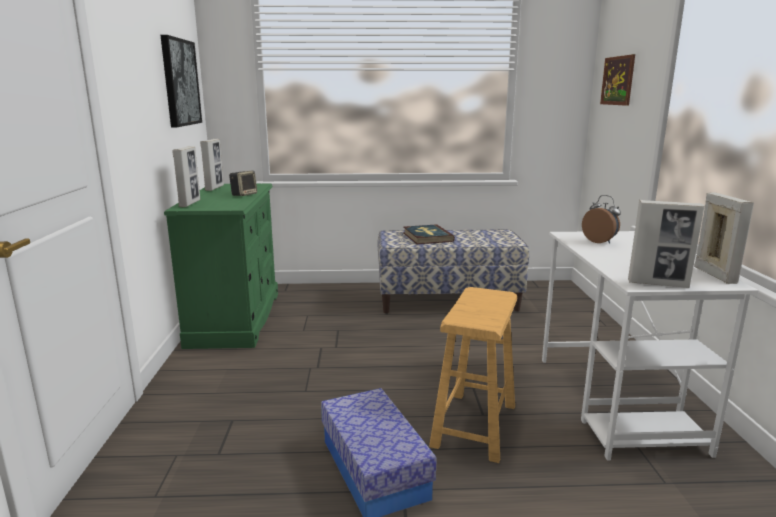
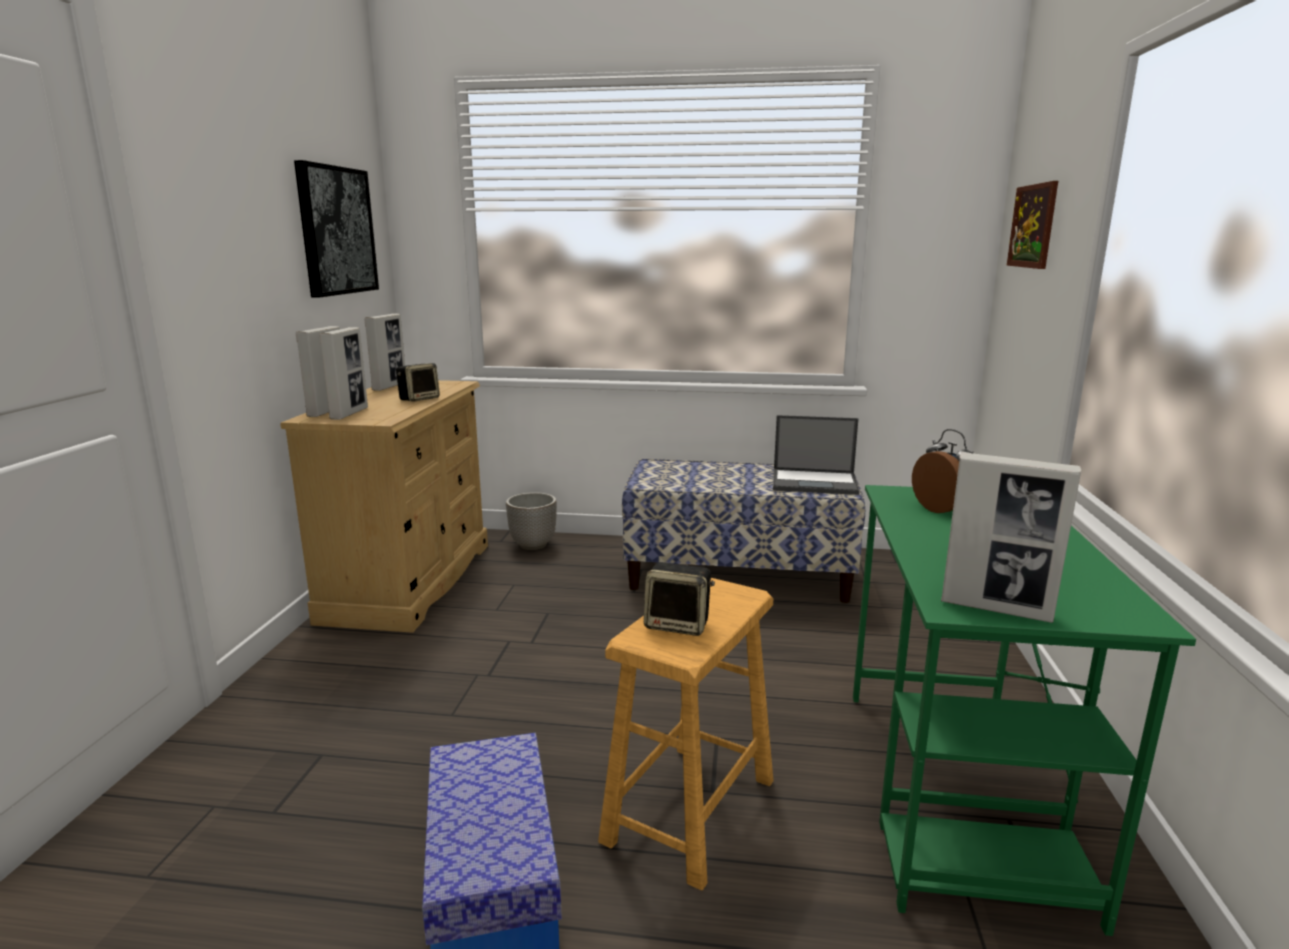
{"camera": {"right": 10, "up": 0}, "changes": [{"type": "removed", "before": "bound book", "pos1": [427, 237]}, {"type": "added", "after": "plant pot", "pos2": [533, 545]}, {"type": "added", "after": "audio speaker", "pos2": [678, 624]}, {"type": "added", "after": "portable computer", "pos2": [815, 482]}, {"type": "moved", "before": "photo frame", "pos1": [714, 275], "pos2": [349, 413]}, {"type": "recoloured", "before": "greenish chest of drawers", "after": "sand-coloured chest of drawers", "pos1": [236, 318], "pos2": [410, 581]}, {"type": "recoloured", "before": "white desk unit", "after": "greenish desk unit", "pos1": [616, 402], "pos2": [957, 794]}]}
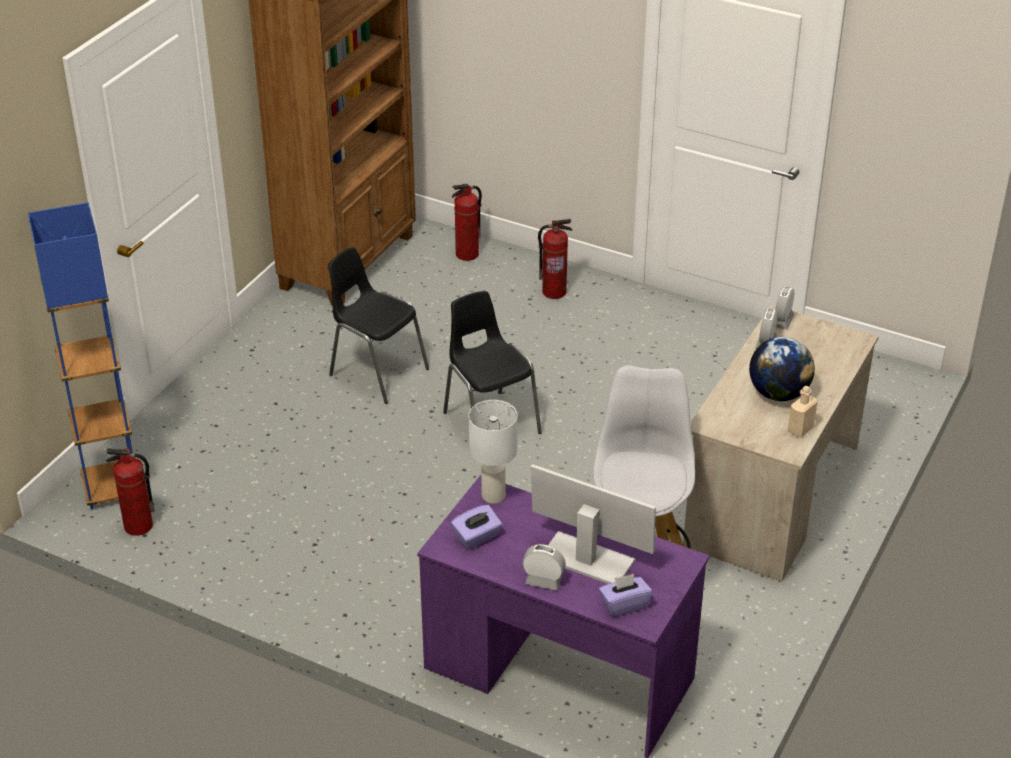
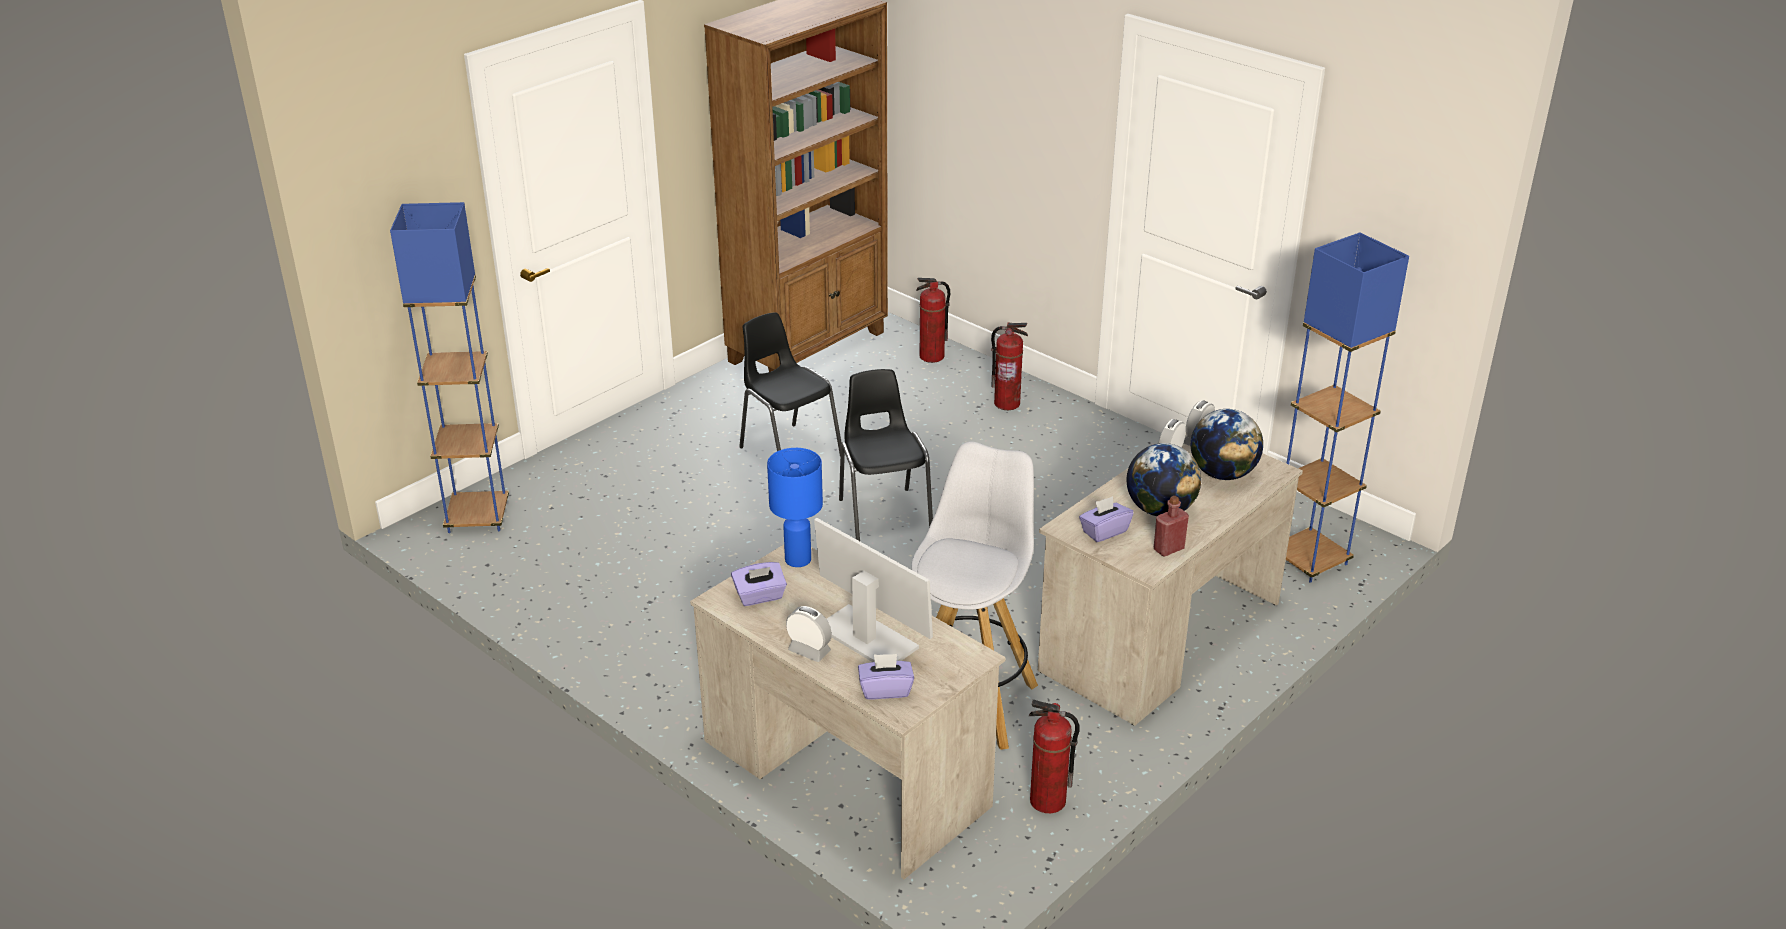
{"camera": {"right": 15, "up": -5}, "changes": [{"type": "added", "after": "purple-coloured box of tissues", "pos2": [1104, 531]}, {"type": "added", "after": "globe", "pos2": [1223, 474]}, {"type": "added", "after": "blue-coloured standing lamp", "pos2": [1309, 560]}, {"type": "moved", "before": "extinguisher", "pos1": [138, 526], "pos2": [1047, 801]}, {"type": "recoloured", "before": "purple-coloured desk unit", "after": "sand-coloured desk unit", "pos1": [558, 673], "pos2": [845, 773]}, {"type": "recoloured", "before": "white lamp for a table", "after": "blue-coloured lamp for a table", "pos1": [493, 496], "pos2": [797, 560]}, {"type": "recoloured", "before": "sand-coloured bottle", "after": "red bottle", "pos1": [800, 430], "pos2": [1168, 549]}]}
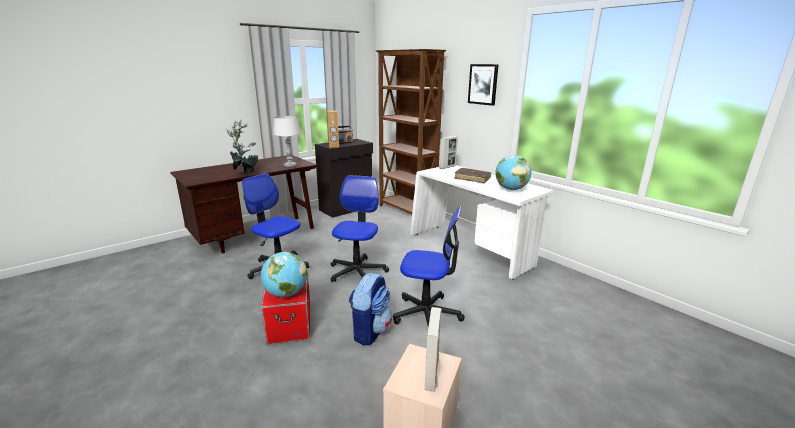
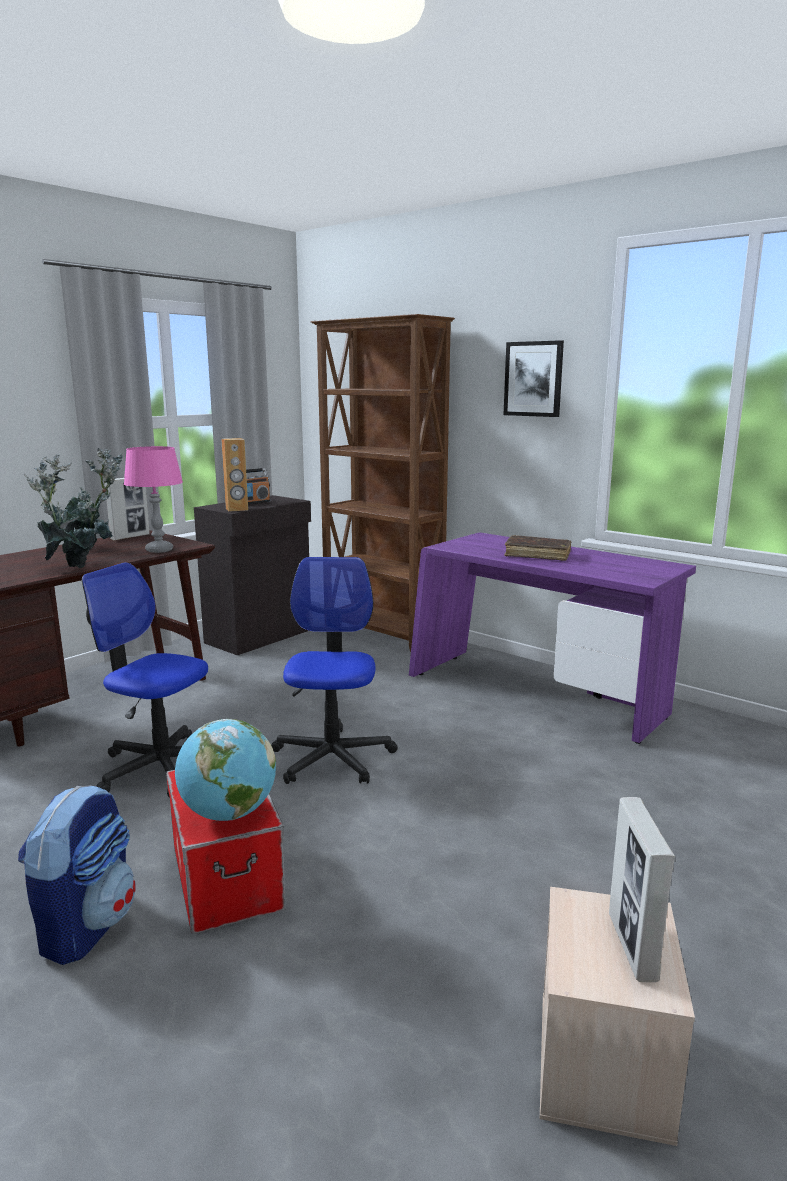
{"camera": {"right": -10, "up": -5}, "changes": [{"type": "removed", "before": "computer chair", "pos1": [427, 315]}, {"type": "removed", "before": "globe", "pos1": [511, 189]}, {"type": "added", "after": "potted plant", "pos2": [96, 548]}, {"type": "moved", "before": "backpack", "pos1": [370, 331], "pos2": [87, 925]}, {"type": "moved", "before": "photo frame", "pos1": [447, 167], "pos2": [130, 537]}, {"type": "recoloured", "before": "gray lamp for a table", "after": "pinkish lamp for a table", "pos1": [290, 166], "pos2": [159, 550]}, {"type": "recoloured", "before": "white desk unit", "after": "purple-coloured desk unit", "pos1": [470, 249], "pos2": [536, 695]}]}
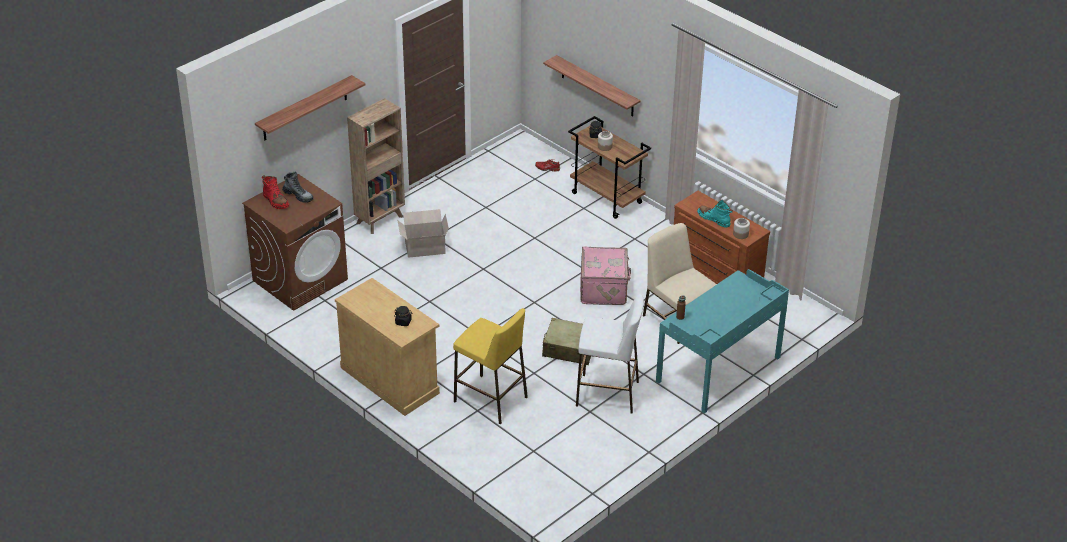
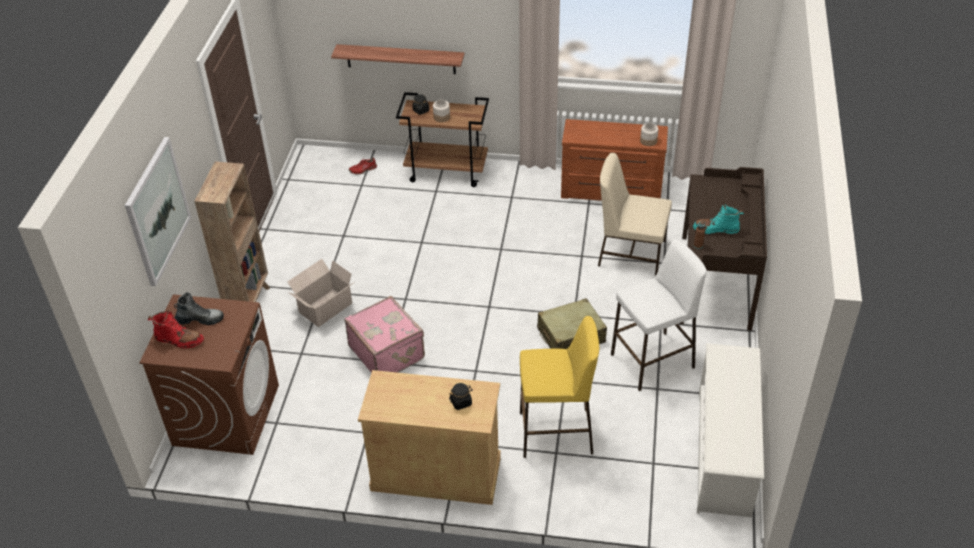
{"camera": {"right": -35, "up": 5}, "changes": [{"type": "added", "after": "white shoe rack", "pos2": [724, 452]}, {"type": "moved", "before": "pinkish travel case", "pos1": [604, 289], "pos2": [387, 352]}, {"type": "moved", "before": "turquoise-coloured boot", "pos1": [714, 219], "pos2": [716, 229]}, {"type": "replaced", "before": "wall shelf", "after": "wall art", "pos1": [305, 108], "pos2": [157, 211]}, {"type": "recoloured", "before": "turquoise-coloured desk unit", "after": "brown-coloured desk unit", "pos1": [719, 370], "pos2": [716, 281]}]}
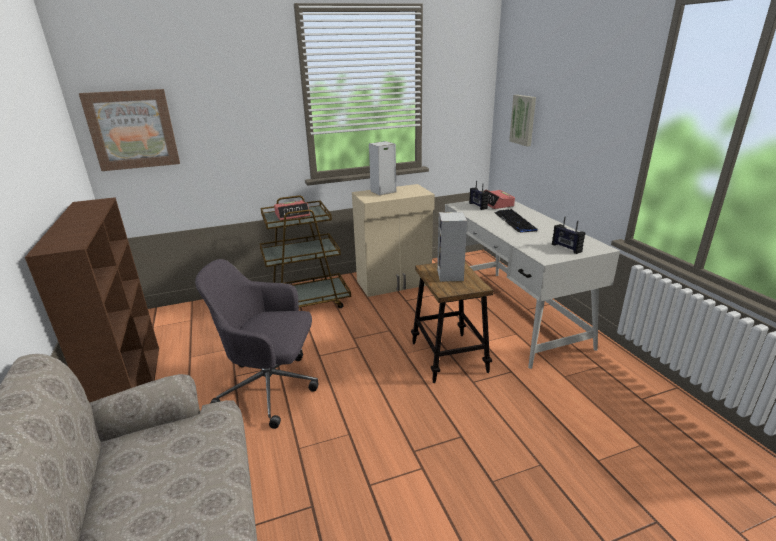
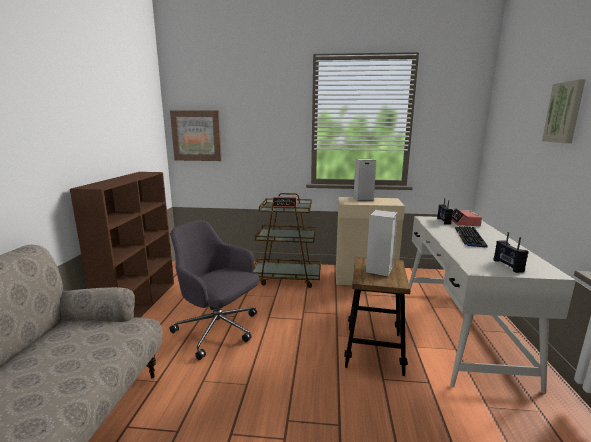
{"camera": {"right": 25, "up": -10}, "changes": [{"type": "moved", "before": "wall art", "pos1": [523, 120], "pos2": [565, 112]}]}
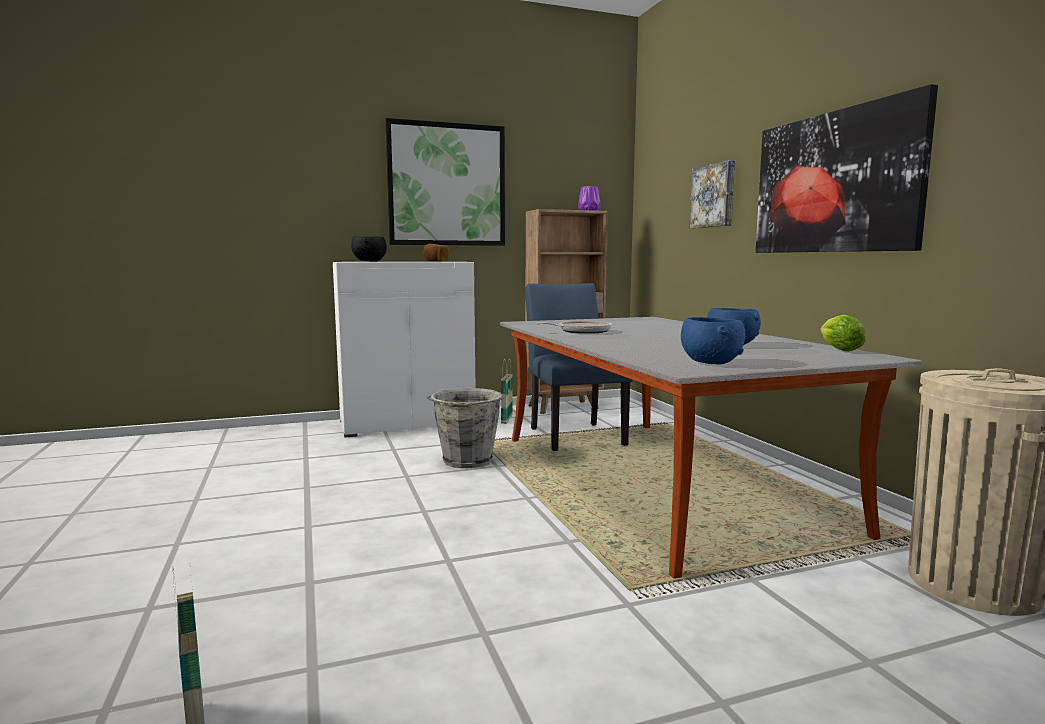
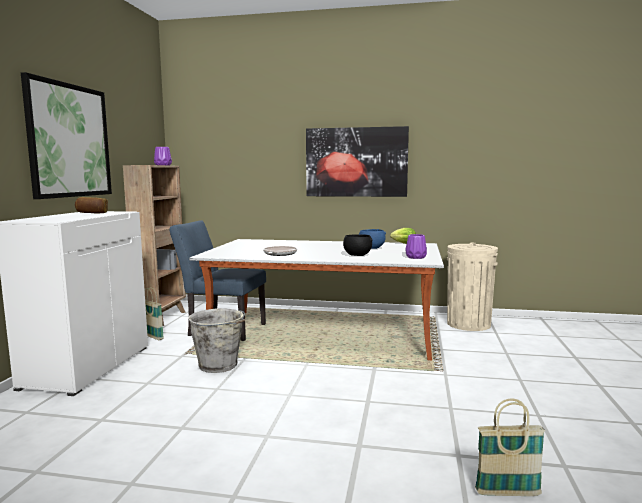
{"camera": {"right": -60, "up": 0}, "changes": [{"type": "removed", "before": "wall art", "pos1": [714, 196]}, {"type": "moved", "before": "blackish serving bowl", "pos1": [369, 261], "pos2": [357, 255]}, {"type": "replaced", "before": "blue-coloured serving bowl", "after": "purple-coloured decorative vase", "pos1": [710, 363], "pos2": [415, 257]}]}
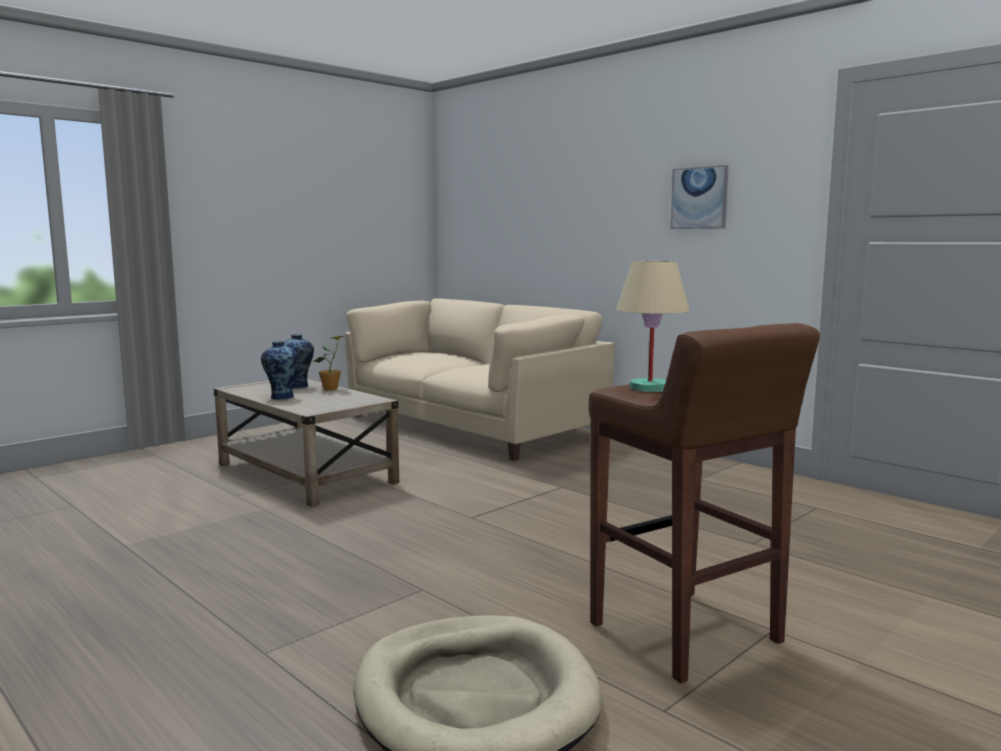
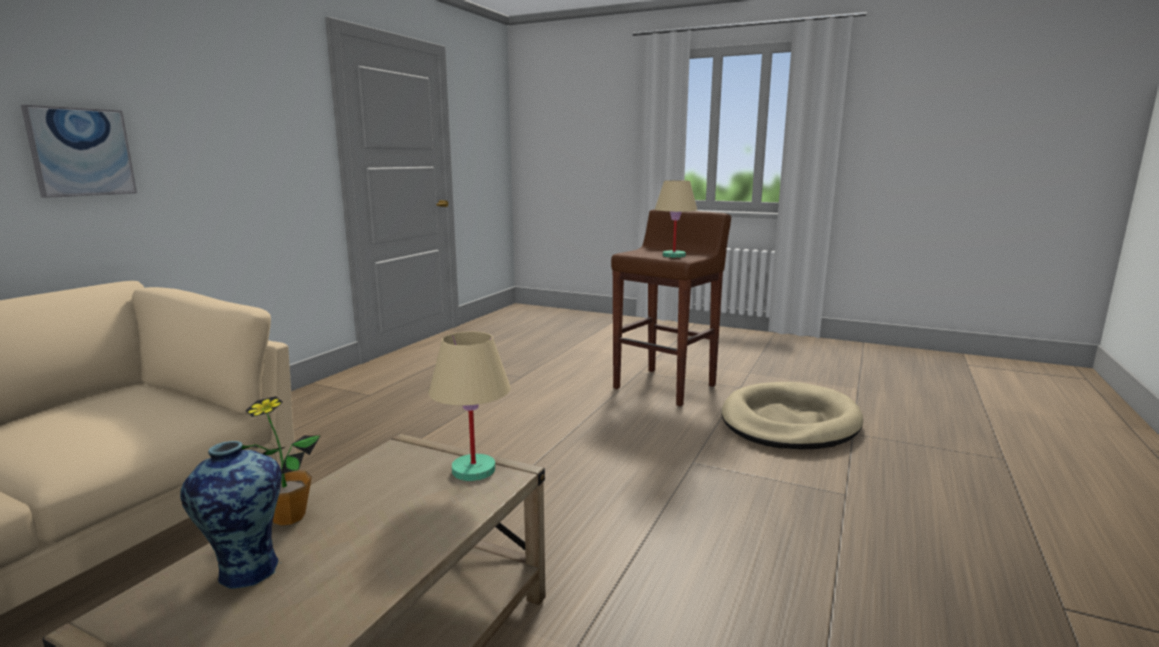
{"camera": {"right": -110, "up": 5}, "changes": [{"type": "removed", "before": "decorative vase", "pos1": [281, 397]}, {"type": "added", "after": "sand-coloured lamp for a table", "pos2": [474, 470]}, {"type": "moved", "before": "wall art", "pos1": [699, 198], "pos2": [81, 152]}]}
